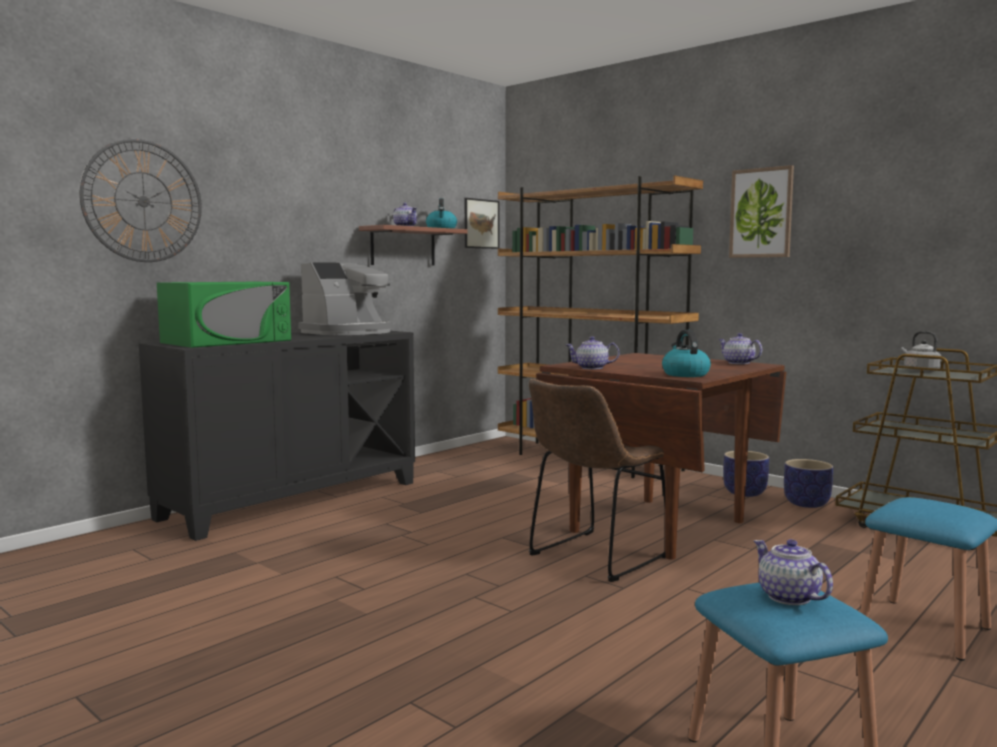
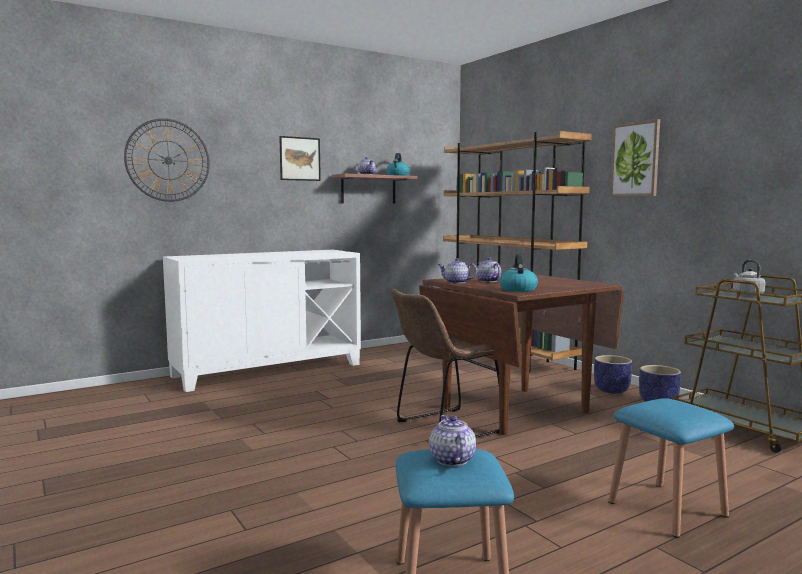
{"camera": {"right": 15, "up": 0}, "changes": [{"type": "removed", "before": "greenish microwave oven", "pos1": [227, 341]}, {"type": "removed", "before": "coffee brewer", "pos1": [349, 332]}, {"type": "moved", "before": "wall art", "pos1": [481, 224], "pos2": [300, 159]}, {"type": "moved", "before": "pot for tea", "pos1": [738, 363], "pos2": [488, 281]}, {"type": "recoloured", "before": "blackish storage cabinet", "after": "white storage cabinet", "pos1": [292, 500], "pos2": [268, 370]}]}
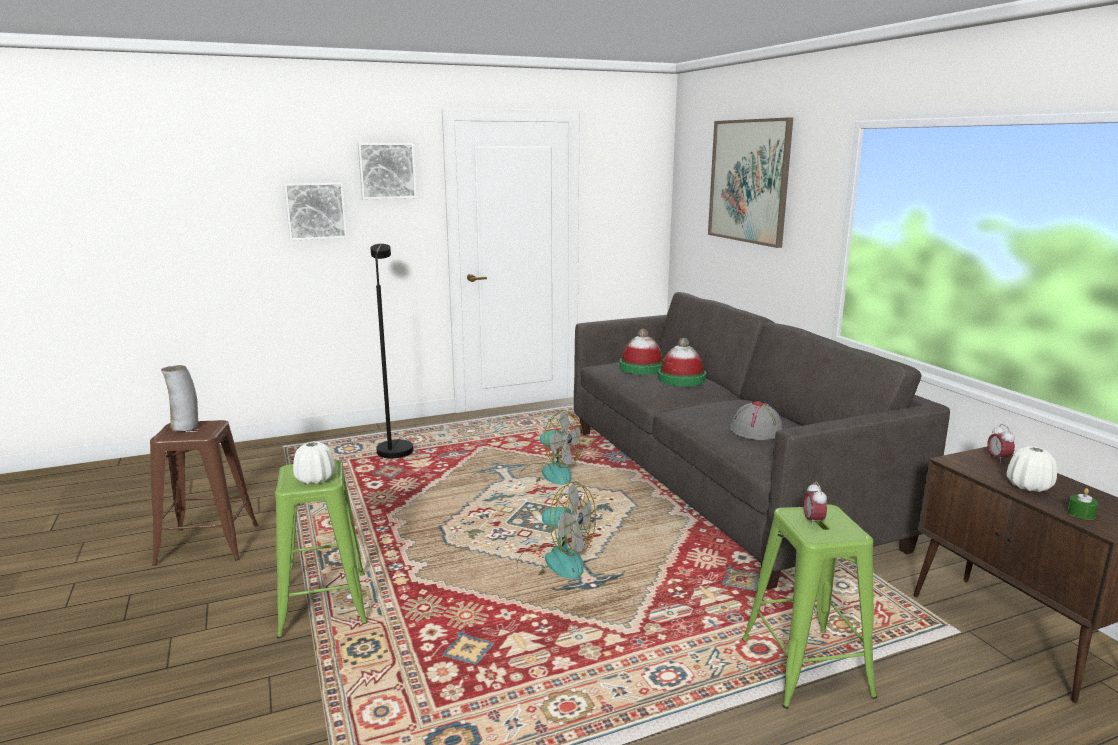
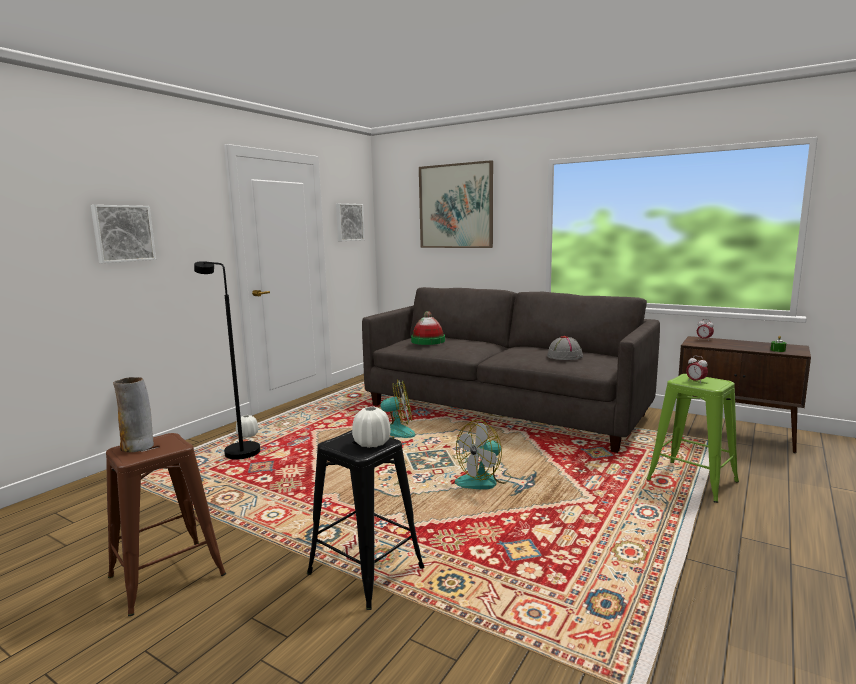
{"camera": {"right": -35, "up": -5}, "changes": [{"type": "removed", "before": "hat", "pos1": [681, 379]}, {"type": "moved", "before": "wall art", "pos1": [387, 170], "pos2": [349, 222]}, {"type": "moved", "before": "white decorative vase", "pos1": [1028, 486], "pos2": [247, 435]}, {"type": "recoloured", "before": "greenish sitting stool", "after": "blackish sitting stool", "pos1": [323, 605], "pos2": [366, 571]}, {"type": "turned", "before": "fan", "pos1": [554, 561], "pos2": [484, 480], "turn": 150}]}
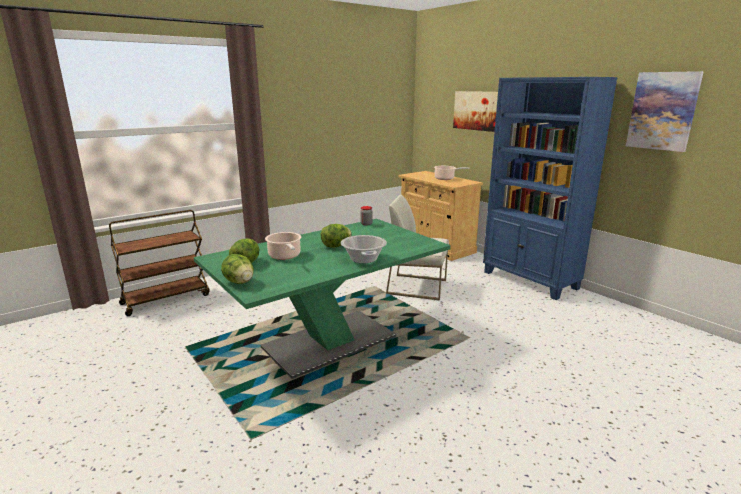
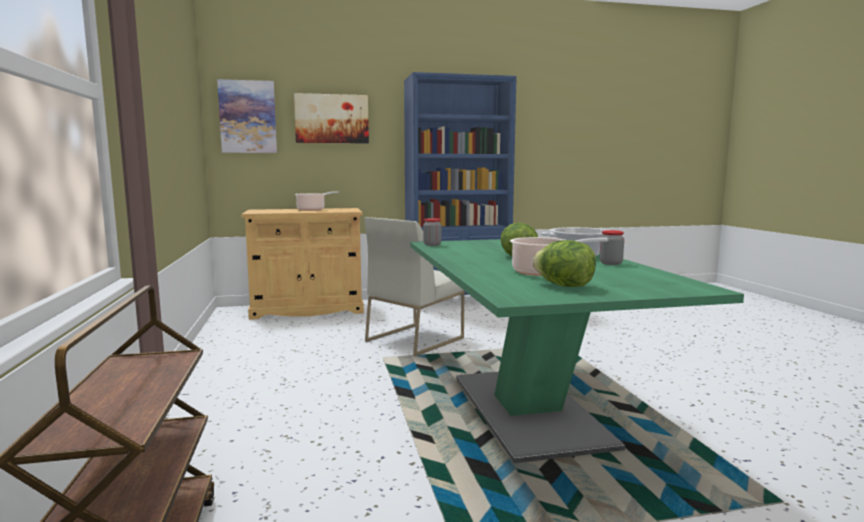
{"camera": {"right": -65, "up": -10}, "changes": [{"type": "removed", "before": "lettuce", "pos1": [239, 282]}, {"type": "added", "after": "storage jar", "pos2": [611, 263]}, {"type": "moved", "before": "wall art", "pos1": [662, 111], "pos2": [248, 117]}]}
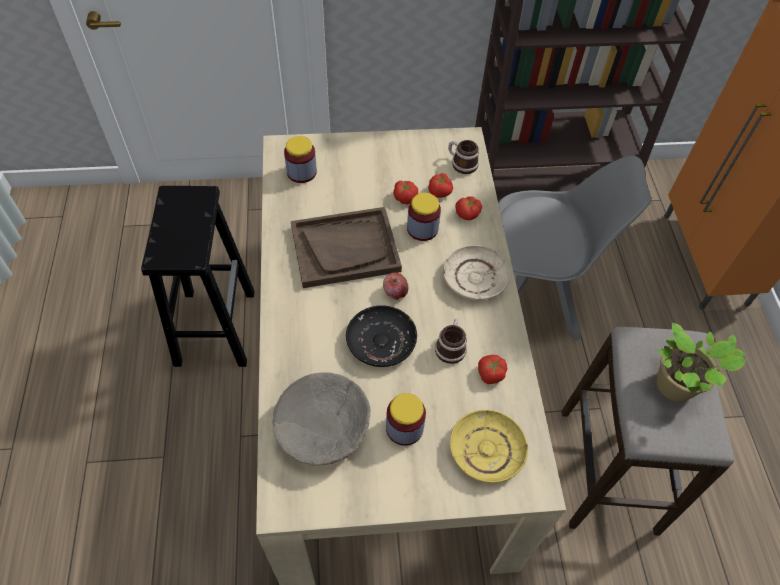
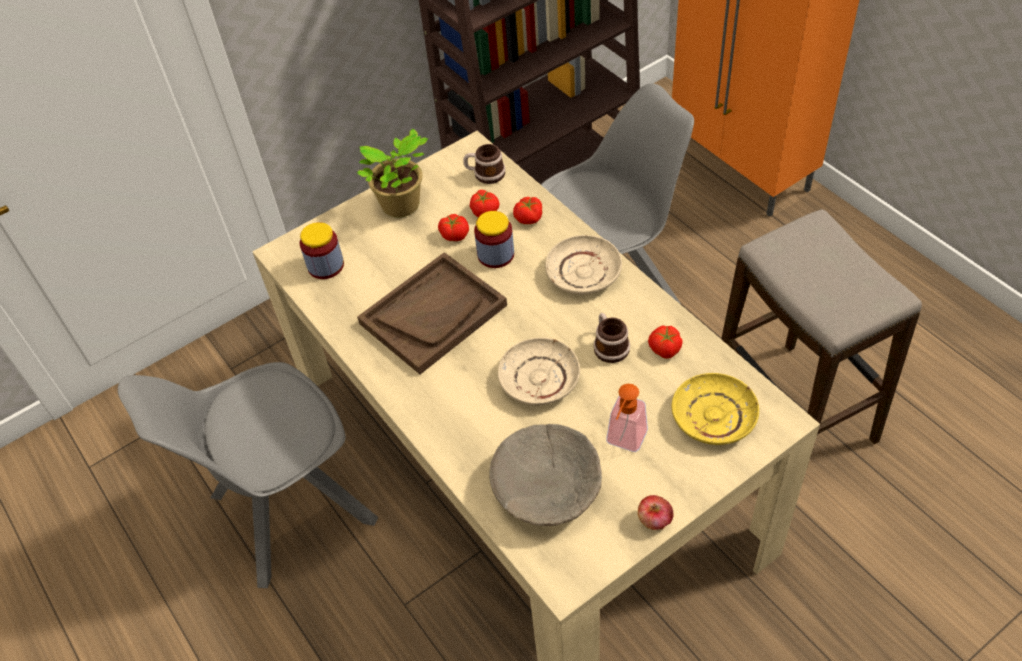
{"camera": {"right": -25, "up": -5}, "changes": [{"type": "moved", "before": "apple", "pos1": [395, 292], "pos2": [654, 520]}, {"type": "moved", "before": "potted plant", "pos1": [676, 388], "pos2": [402, 206]}, {"type": "replaced", "before": "blackish sitting stool", "after": "gray plain chair", "pos1": [215, 326], "pos2": [288, 510]}, {"type": "replaced", "before": "storage jar", "after": "soap bottle", "pos1": [404, 428], "pos2": [624, 442]}, {"type": "recoloured", "before": "blackish plate", "after": "sand-coloured plate", "pos1": [380, 341], "pos2": [539, 379]}]}
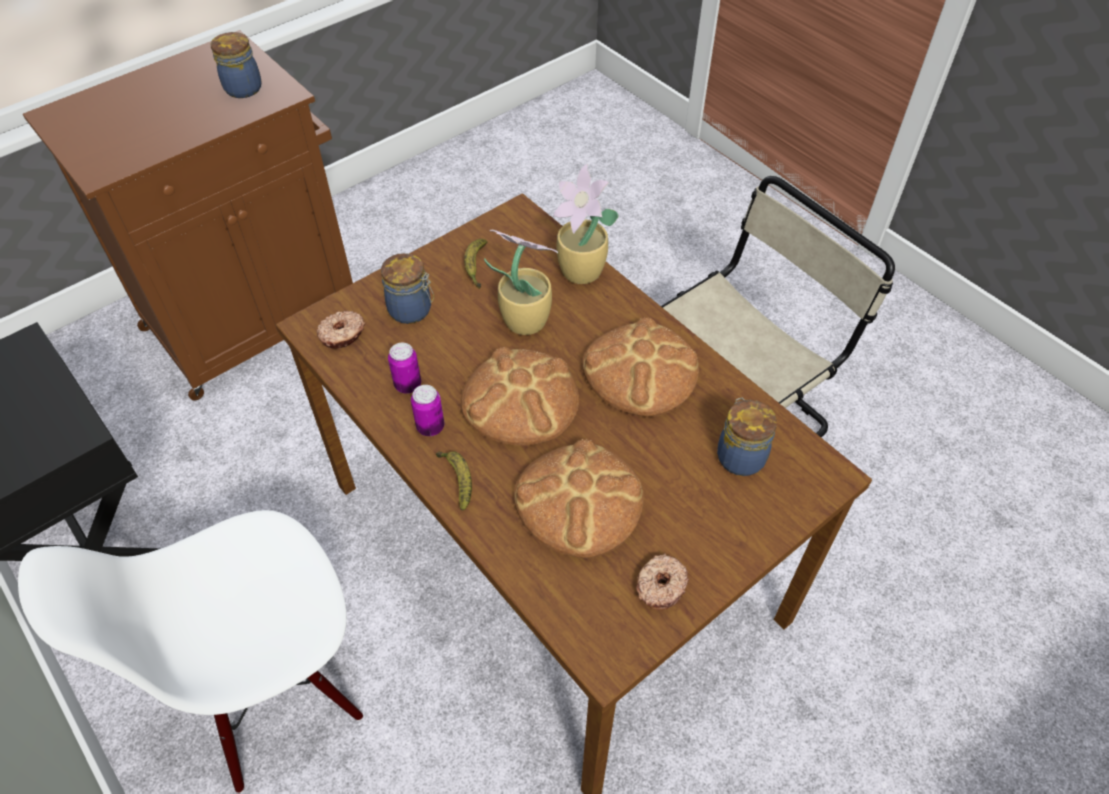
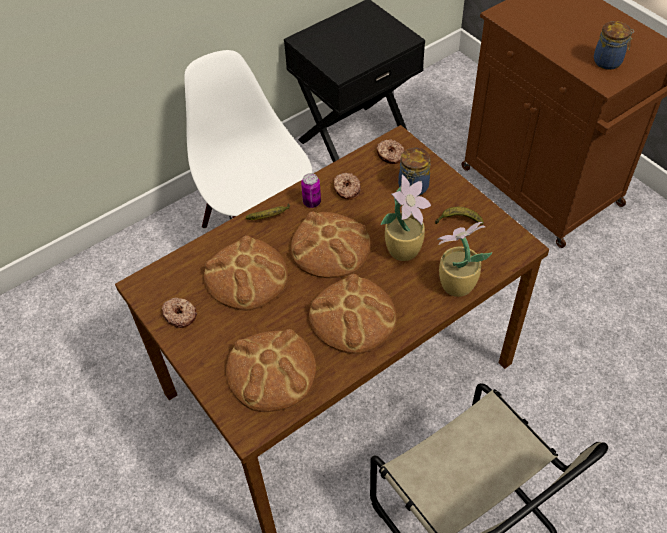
{"camera": {"right": 95, "up": 0}, "changes": [{"type": "replaced", "before": "metal can", "after": "doughnut", "pos1": [408, 385], "pos2": [346, 190]}, {"type": "replaced", "before": "storage jar", "after": "bread", "pos1": [739, 455], "pos2": [271, 372]}]}
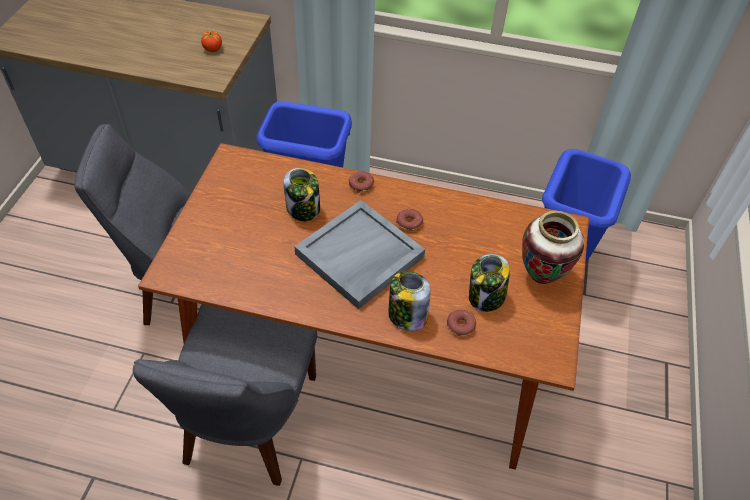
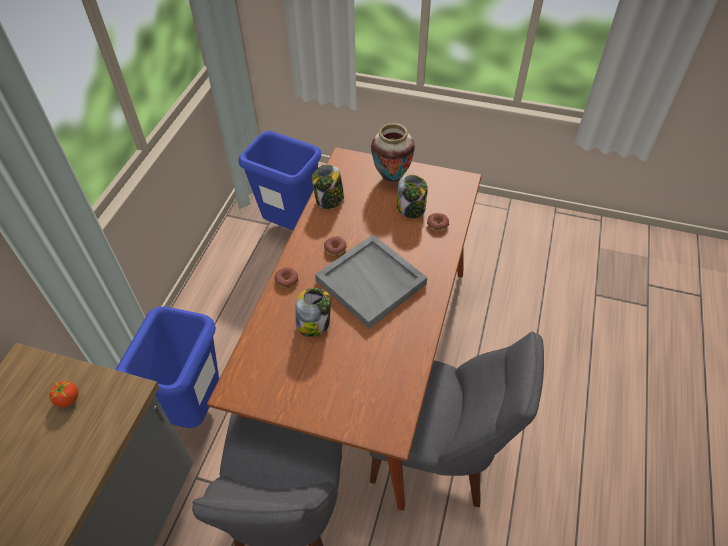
{"camera": {"right": -85, "up": 0}, "changes": [{"type": "moved", "before": "storage jar", "pos1": [406, 315], "pos2": [329, 200]}]}
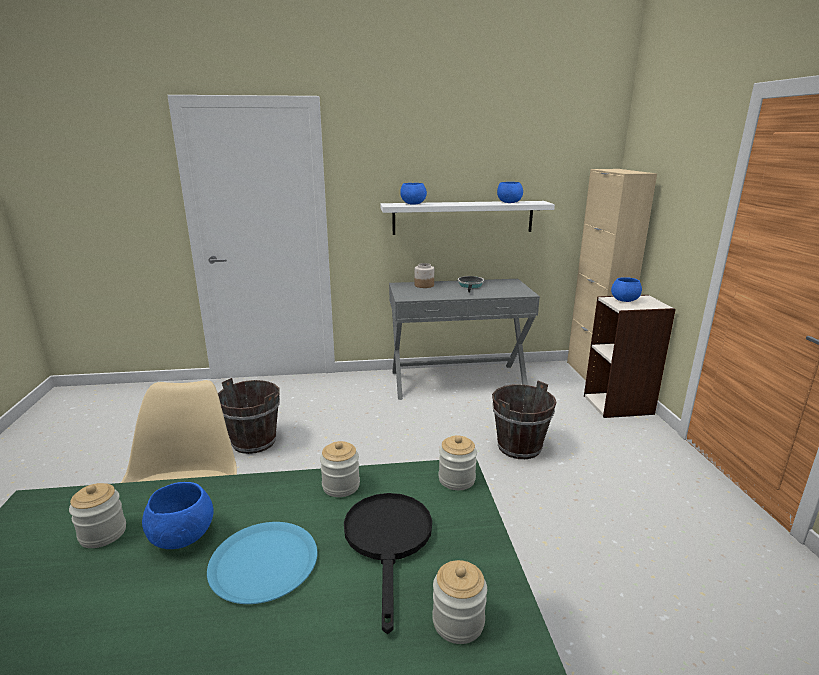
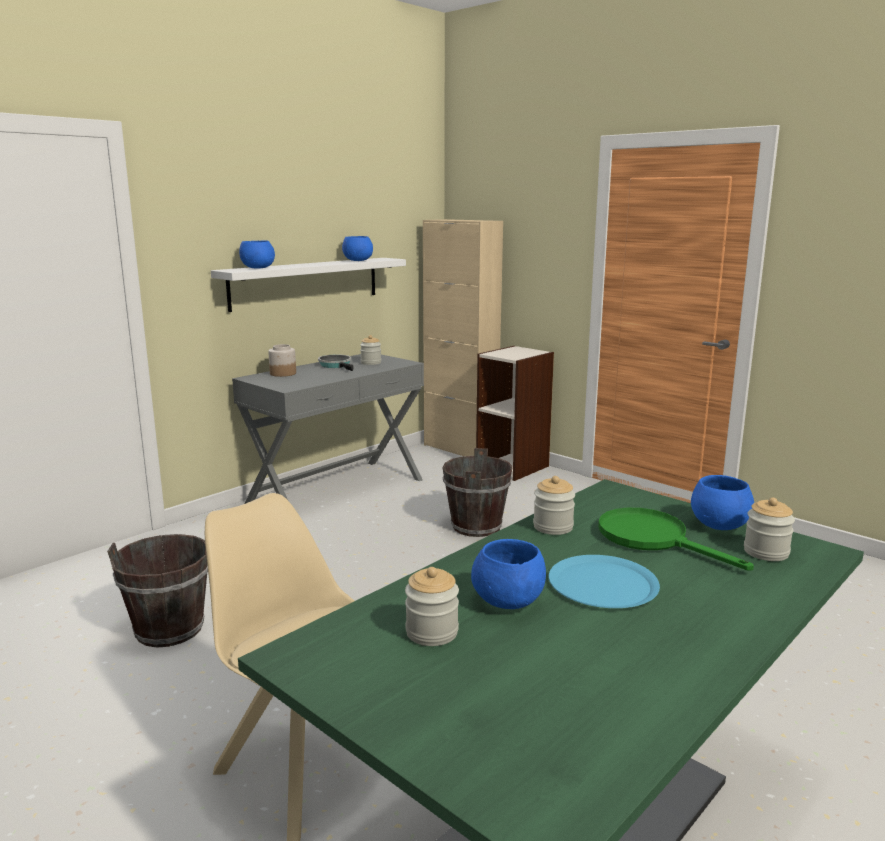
{"camera": {"right": -40, "up": -5}, "changes": [{"type": "moved", "before": "storage jar", "pos1": [456, 479], "pos2": [371, 363]}, {"type": "moved", "before": "blue-coloured serving bowl", "pos1": [625, 300], "pos2": [720, 525]}, {"type": "recoloured", "before": "blackish pan", "after": "greenish pan", "pos1": [388, 541], "pos2": [653, 539]}]}
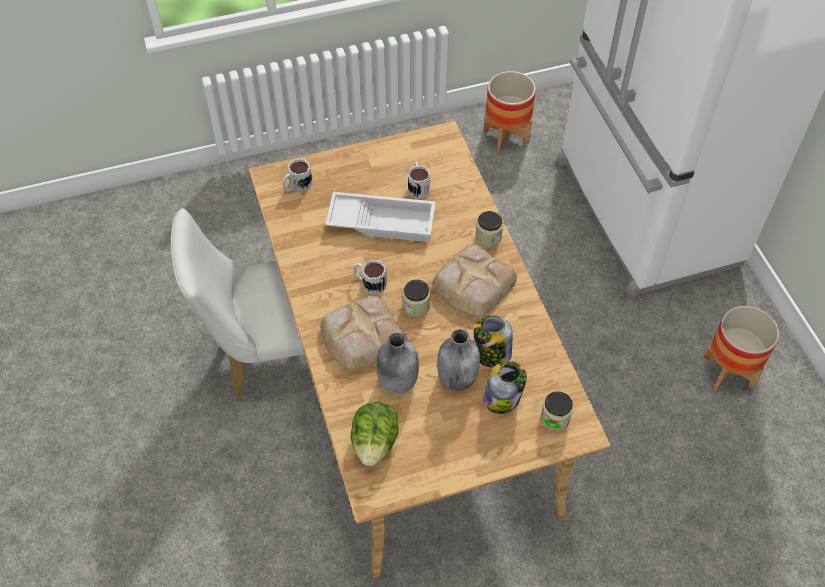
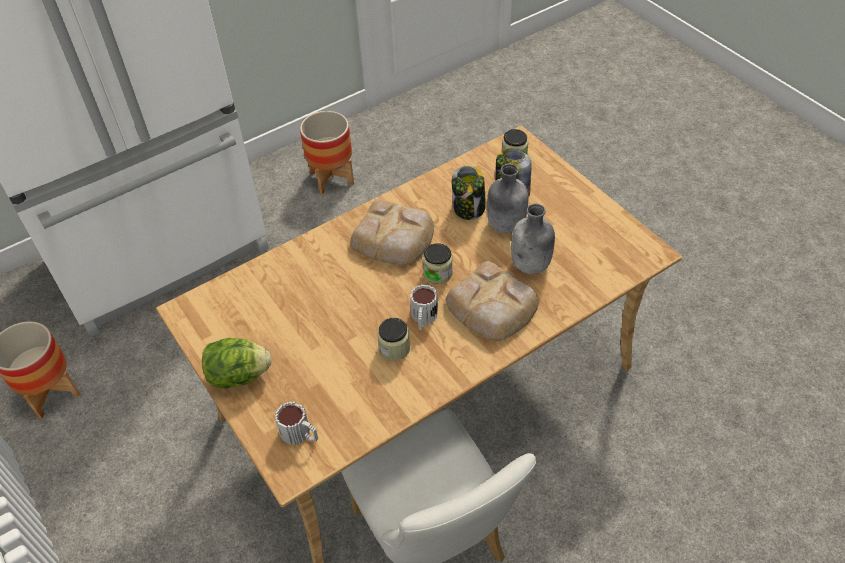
{"camera": {"right": -105, "up": -5}, "changes": [{"type": "removed", "before": "white serving tray", "pos1": [382, 220]}, {"type": "removed", "before": "mug", "pos1": [418, 186]}, {"type": "moved", "before": "lettuce", "pos1": [375, 442], "pos2": [238, 376]}, {"type": "moved", "before": "storage jar", "pos1": [488, 237], "pos2": [394, 348]}]}
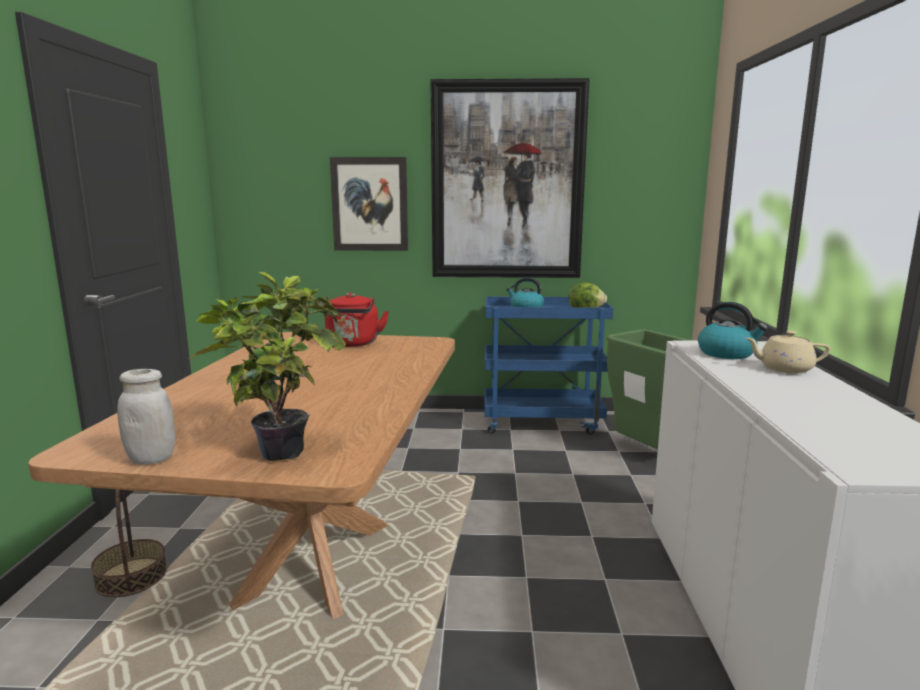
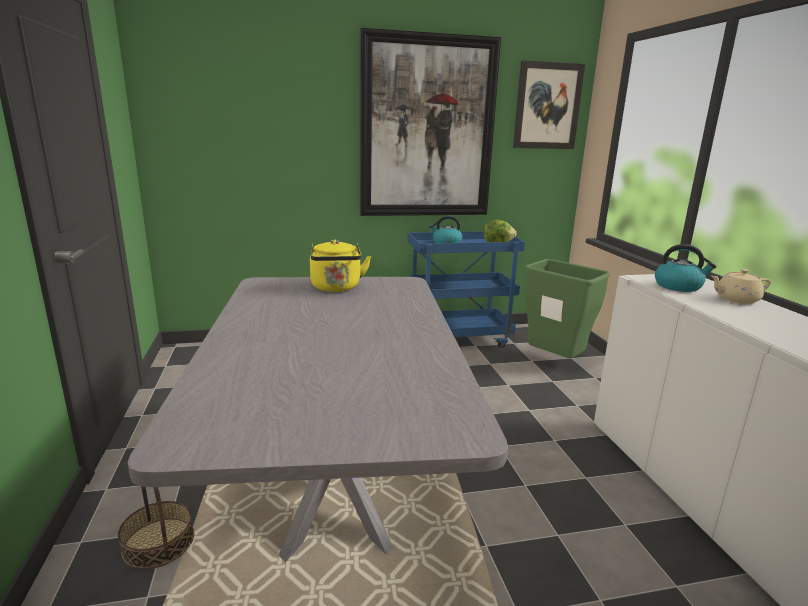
{"camera": {"right": -15, "up": 5}, "changes": [{"type": "removed", "before": "white storage jar", "pos1": [151, 459]}, {"type": "removed", "before": "potted plant", "pos1": [281, 449]}, {"type": "moved", "before": "wall art", "pos1": [370, 204], "pos2": [547, 106]}, {"type": "recoloured", "before": "brown-coloured dinner table", "after": "gray dinner table", "pos1": [314, 562], "pos2": [336, 498]}, {"type": "recoloured", "before": "red water kettle", "after": "yellow-coloured water kettle", "pos1": [352, 344], "pos2": [336, 288]}]}
